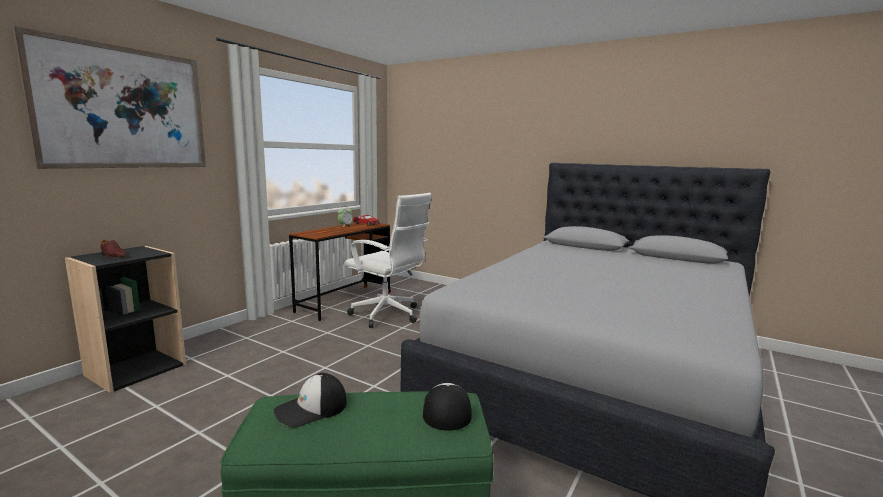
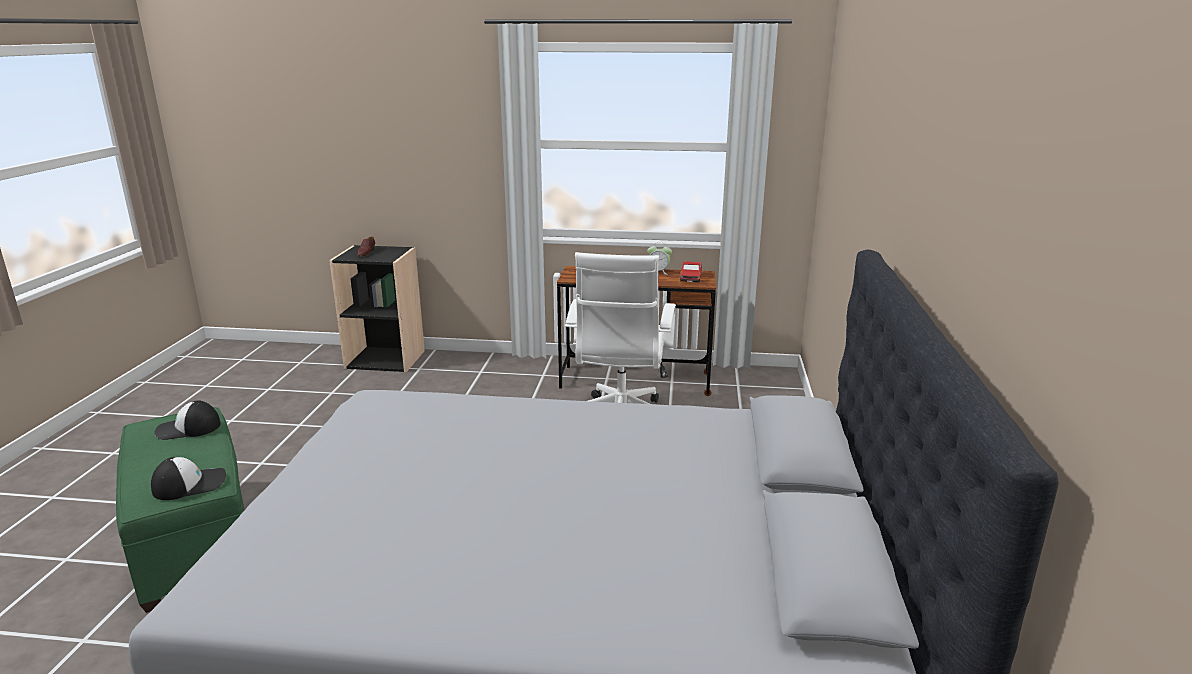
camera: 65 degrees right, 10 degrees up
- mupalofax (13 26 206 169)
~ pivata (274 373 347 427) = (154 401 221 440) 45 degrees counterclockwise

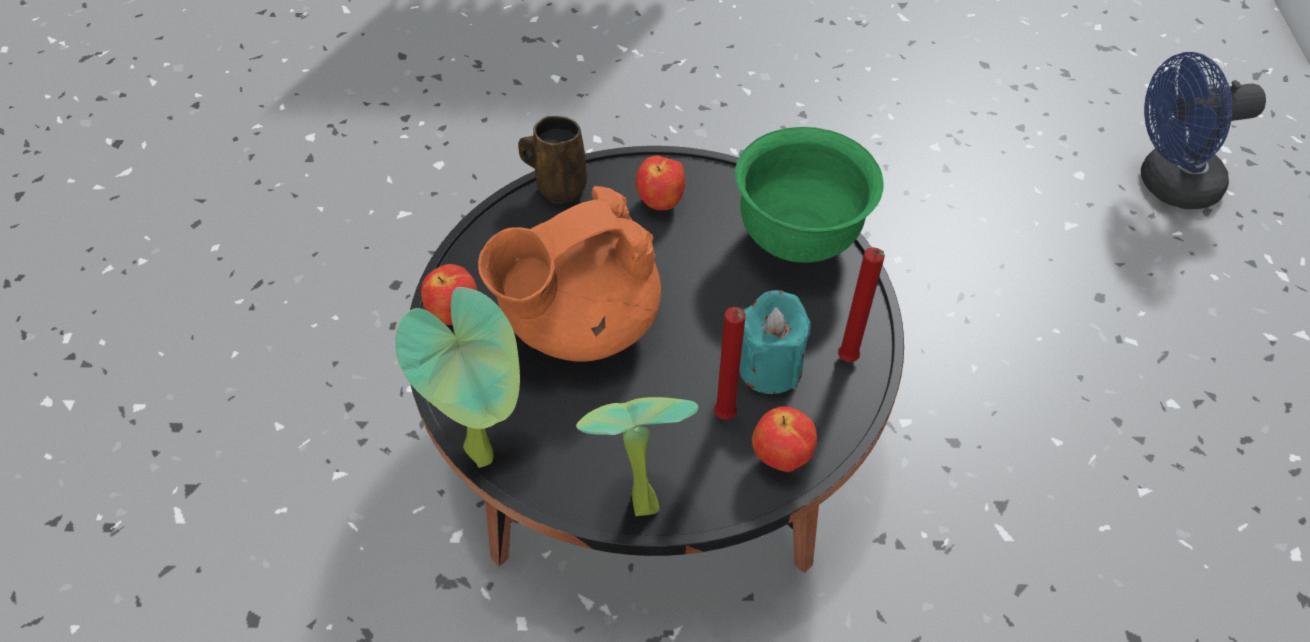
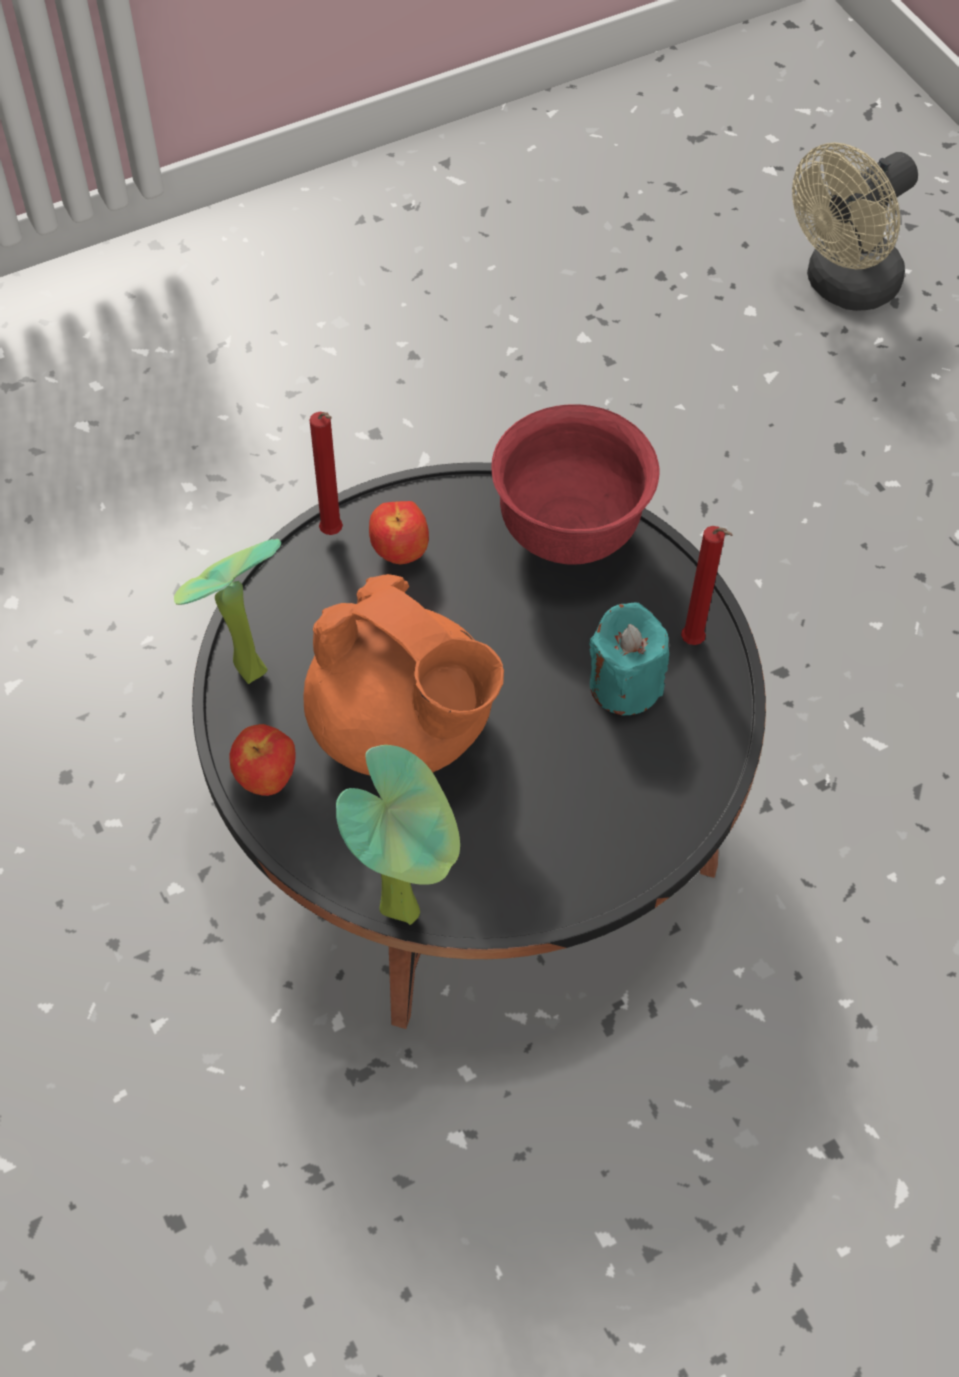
camera: 30 degrees left, 5 degrees up
- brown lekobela (518 116 587 203)
- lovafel (752 406 817 472)
~ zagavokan (576 397 698 516) to (174 539 281 684)
~ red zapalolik (714 307 746 420) to (310 412 343 535)
~ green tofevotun (735 127 883 263) to red tofevotun (491 404 660 565)
~ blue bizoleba (1141 52 1266 209) to beige bizoleba (792 142 918 311)
~ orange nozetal (478 186 661 362) = (303 574 504 776) 75 degrees counterclockwise

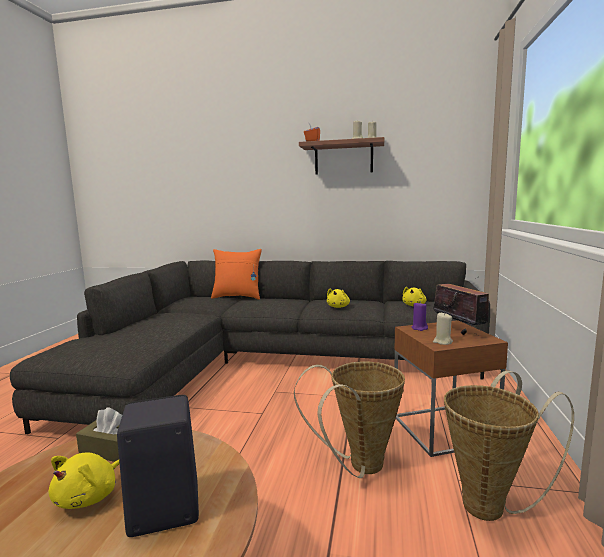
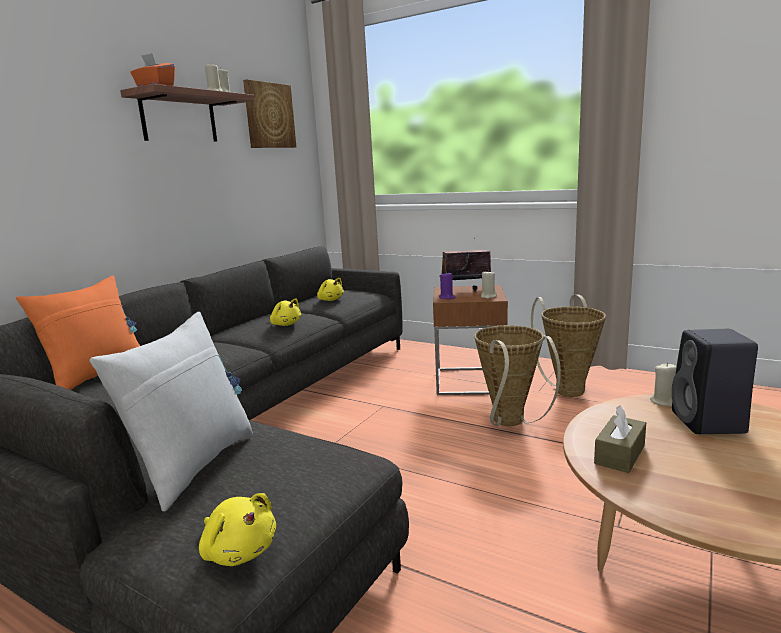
camera: 70 degrees left, 5 degrees up
+ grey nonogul (89 312 253 512)
+ mupalofax (243 79 296 148)
+ beige zapalolik (650 363 677 407)
~ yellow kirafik (49 452 120 509) to (199 493 276 566)

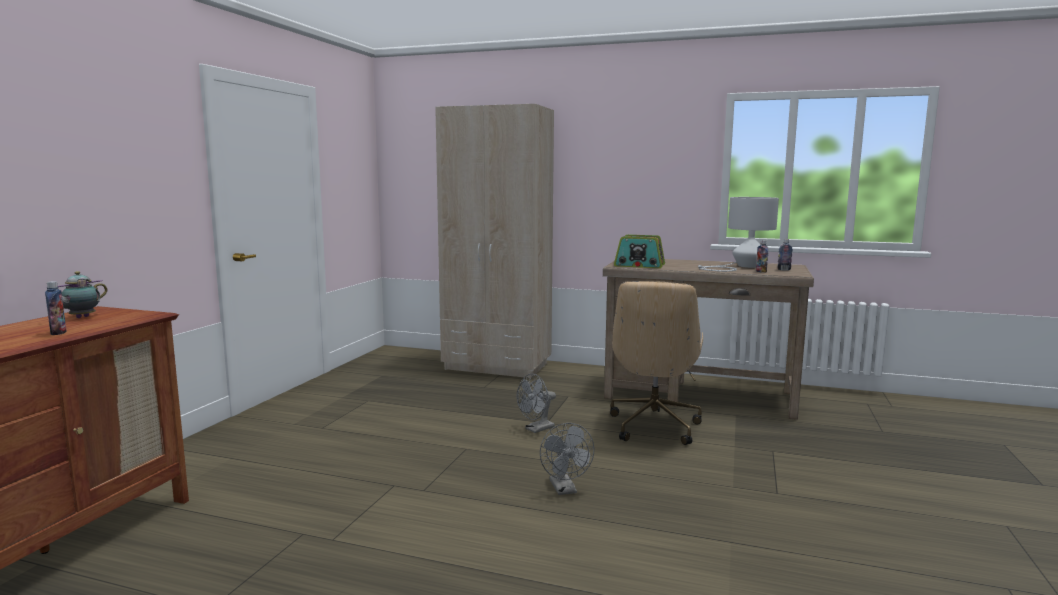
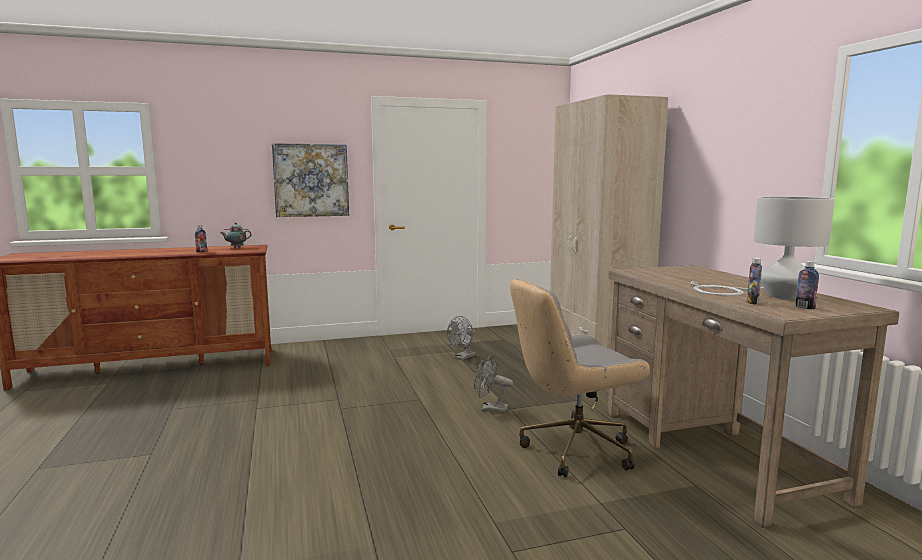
camera: 55 degrees right, 0 degrees up
- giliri (614 234 665 268)
+ mupalofax (272 143 349 217)
~ grey bizoleba (540 423 594 495) to (447 316 475 360)

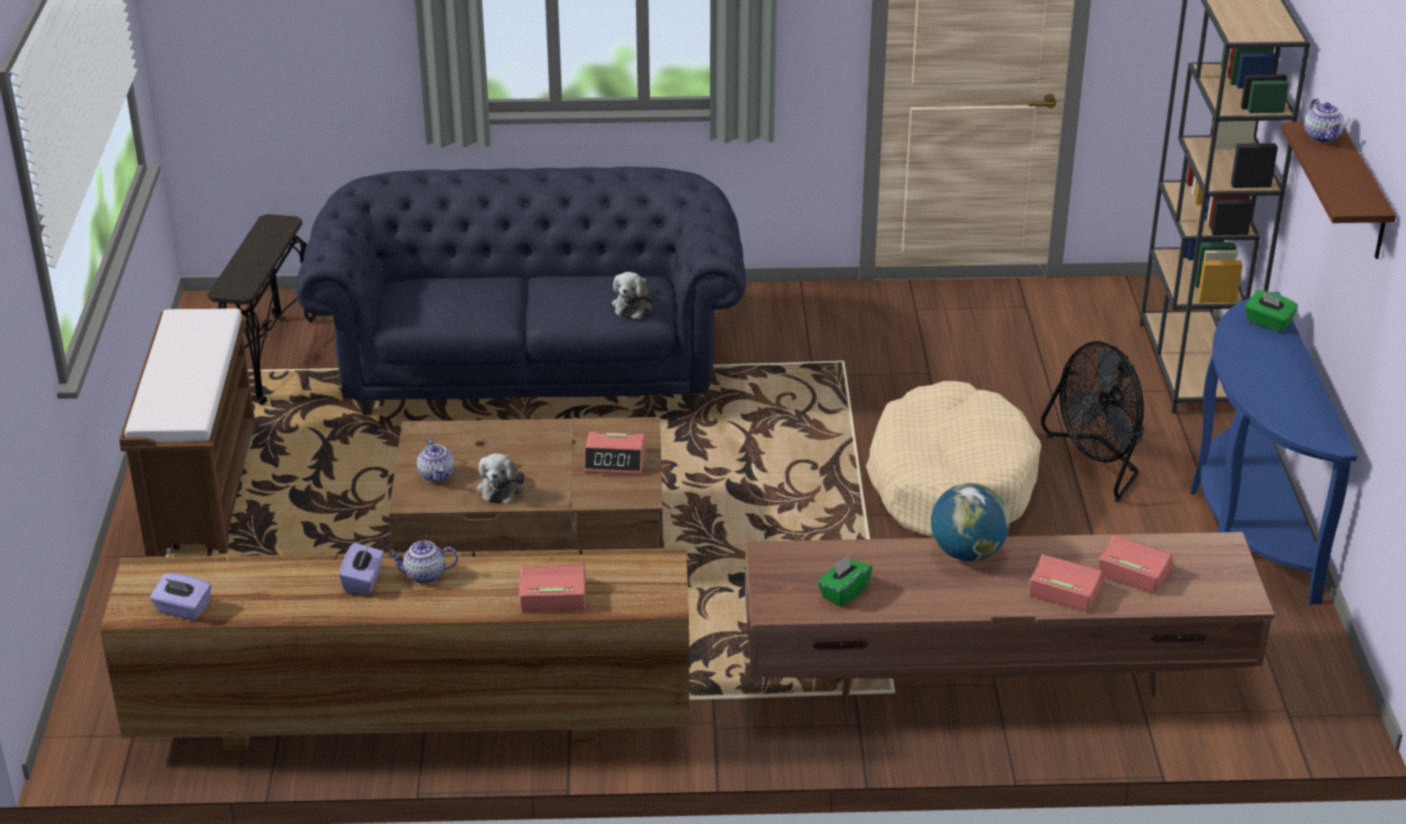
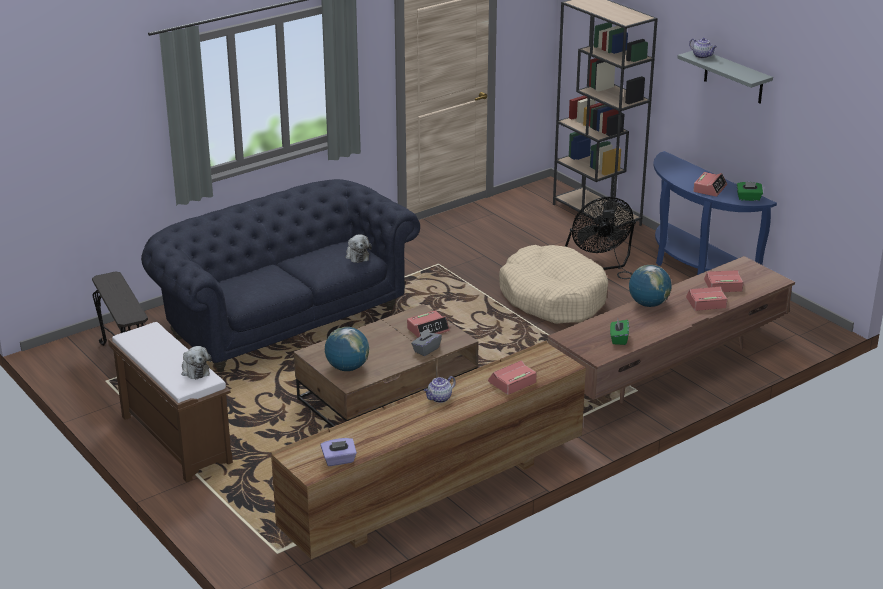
camera: 35 degrees left, 5 degrees down
- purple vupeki (339 543 384 595)
+ grey vupeki (411 328 442 356)
+ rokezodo (693 172 727 197)
~ kirafik (477 453 524 504) to (182 346 212 379)
~ green vupeki (1245 290 1298 332) to (737 182 763 201)
~ nozetal (417 438 455 483) to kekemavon (325 327 369 371)
~ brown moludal (1281 122 1396 259) to grey moludal (677 51 773 104)
~ black bizoleba (1041 341 1146 503) = (565 197 636 279) 135 degrees clockwise

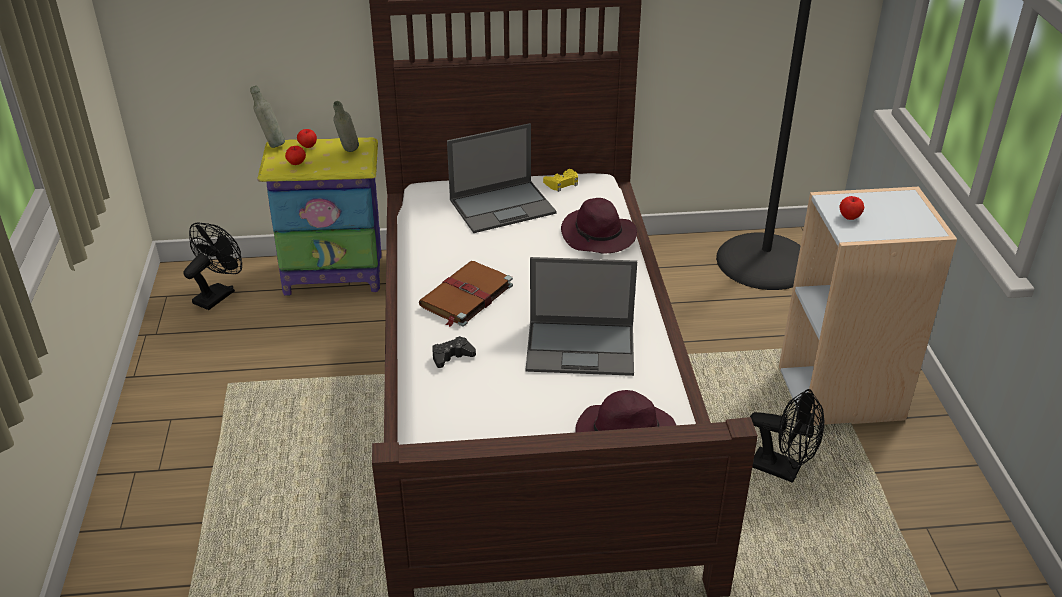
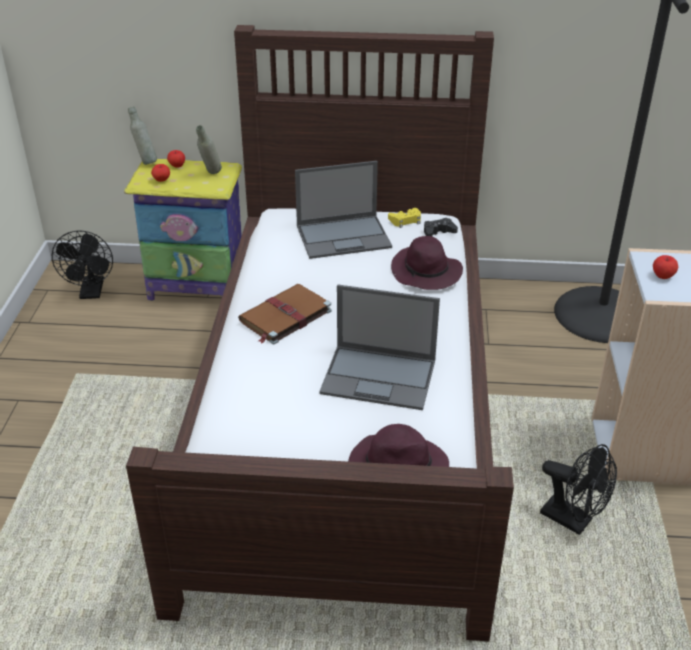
camera: 10 degrees right, 0 degrees up
~ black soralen (432 336 476 368) to (424 218 458 236)
~ black bizoleba (183 222 242 310) = (52 230 113 299) 135 degrees clockwise

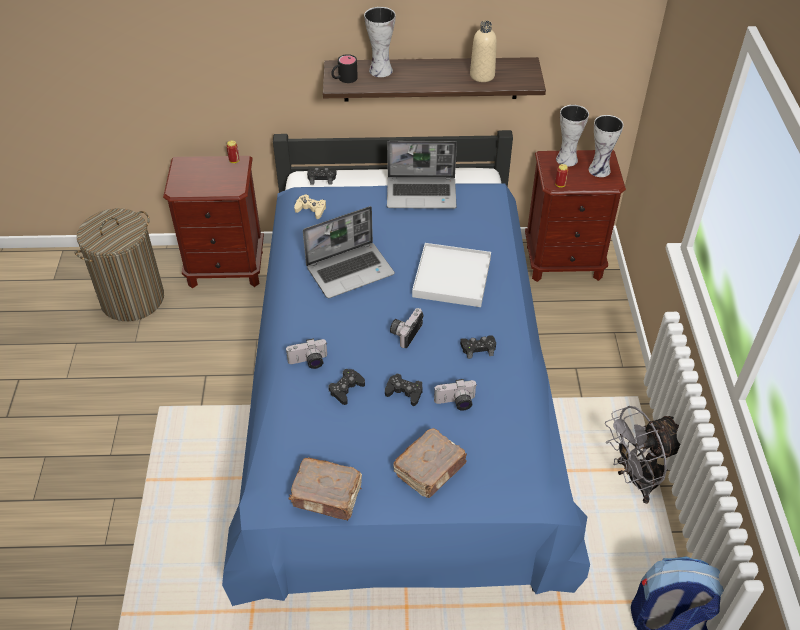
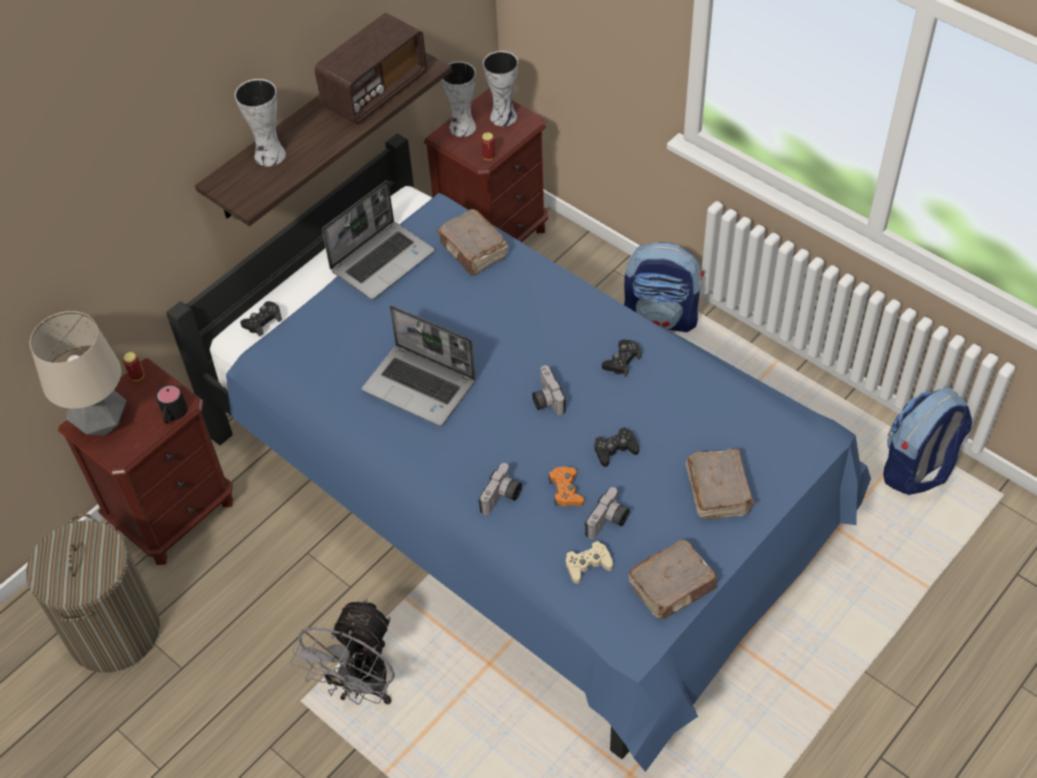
camera: 45 degrees left, 5 degrees up
- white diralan (412 243 491 307)
+ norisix (30 311 127 436)
+ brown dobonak (436 209 509 276)
+ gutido (624 242 704 332)
~ beige soralen (294 194 326 219) to (566 541 613 584)
~ black lekobela (331 54 358 83) to (156 384 187 424)
~ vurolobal (434 379 477 411) to (585 487 630 539)
~ grey bizoleba (605 406 681 504) to (290 599 395 705)
~ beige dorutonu (470 21 497 82) to giliri (315 13 427 124)
~ black soralen (328 369 365 405) to orange soralen (549 466 584 506)
~ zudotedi (303 206 395 298) = (362 305 476 426) 105 degrees clockwise

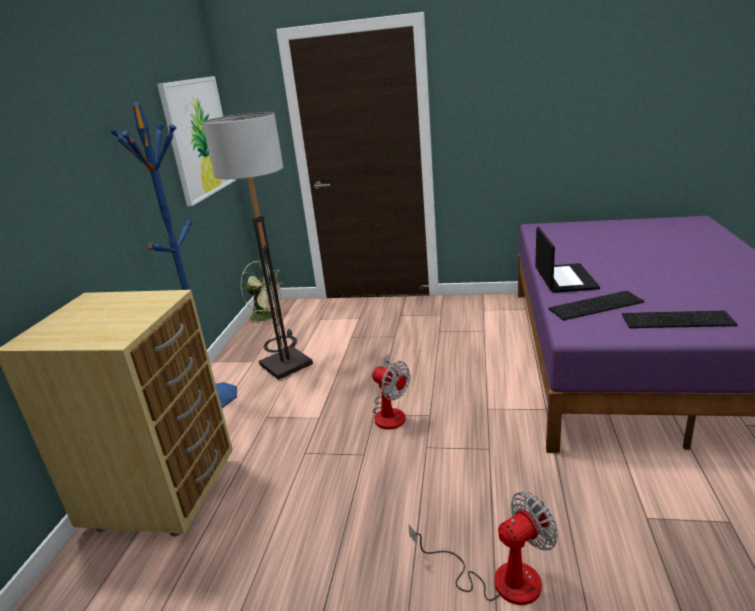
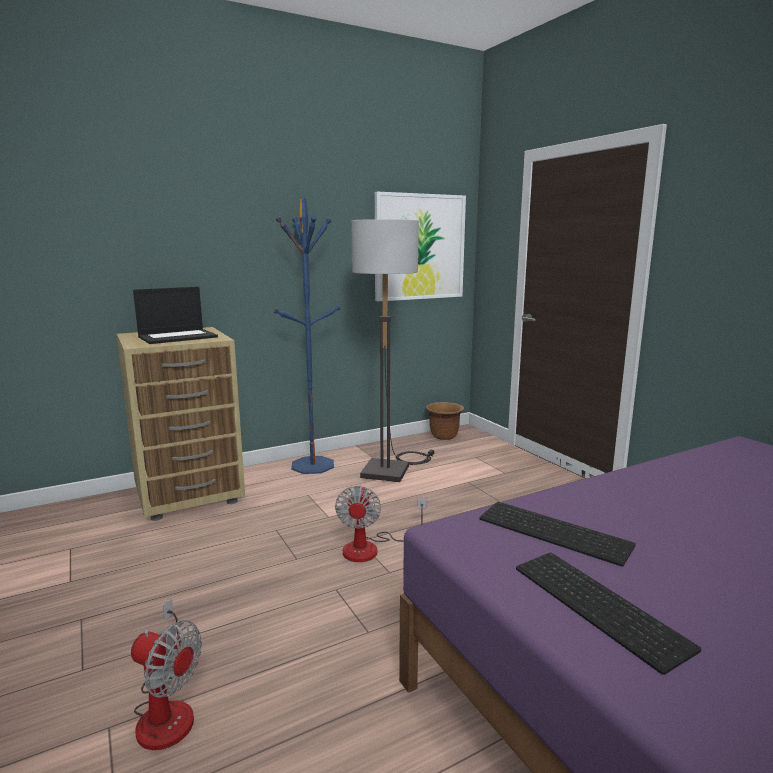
camera: 50 degrees right, 10 degrees down
~ zudotedi (535 227 600 293) to (133 287 218 344)
~ green bizoleba (241 261 284 326) to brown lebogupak (426 402 464 440)

